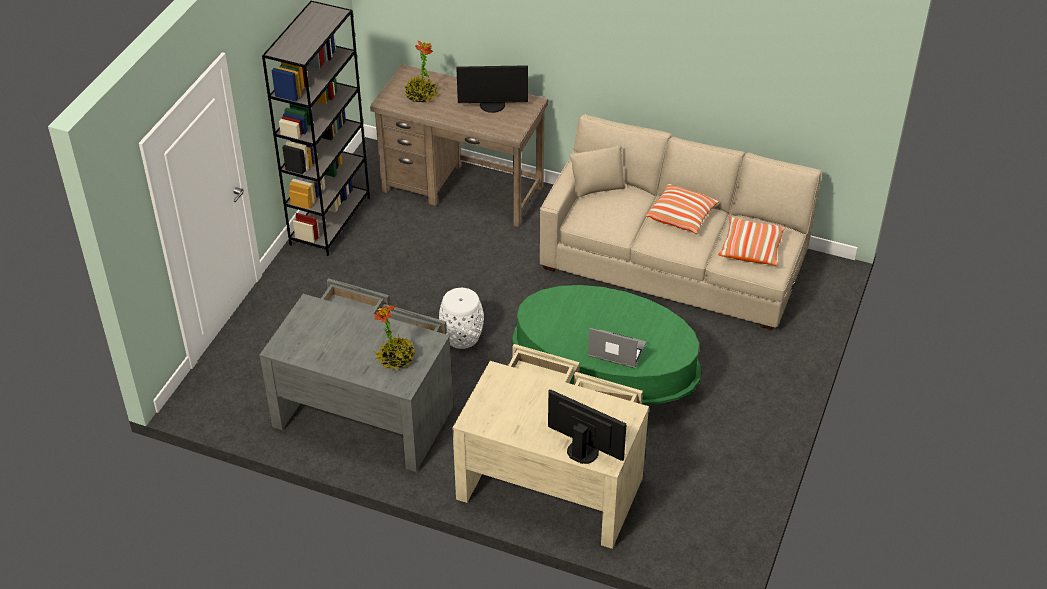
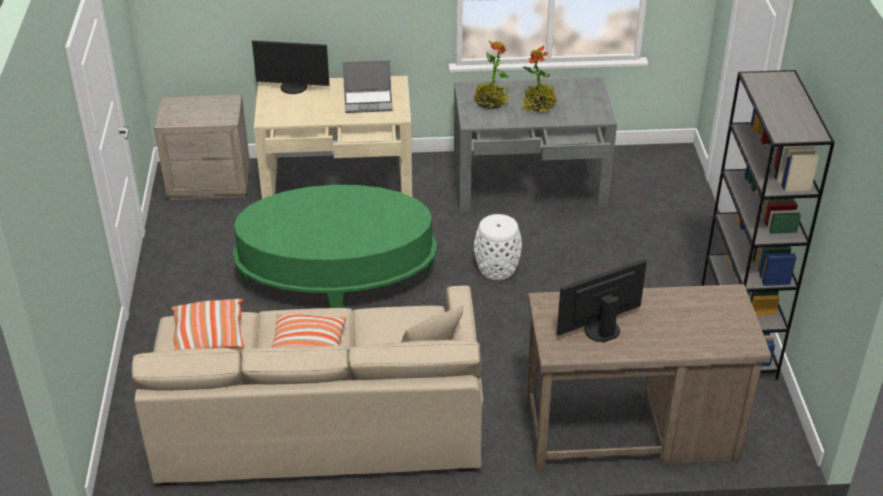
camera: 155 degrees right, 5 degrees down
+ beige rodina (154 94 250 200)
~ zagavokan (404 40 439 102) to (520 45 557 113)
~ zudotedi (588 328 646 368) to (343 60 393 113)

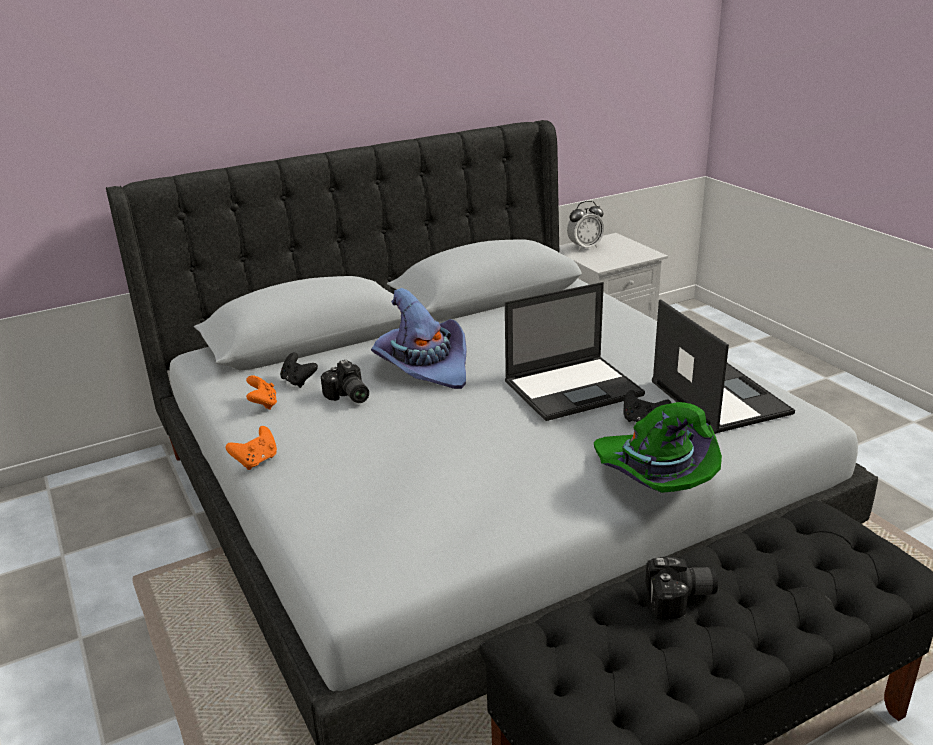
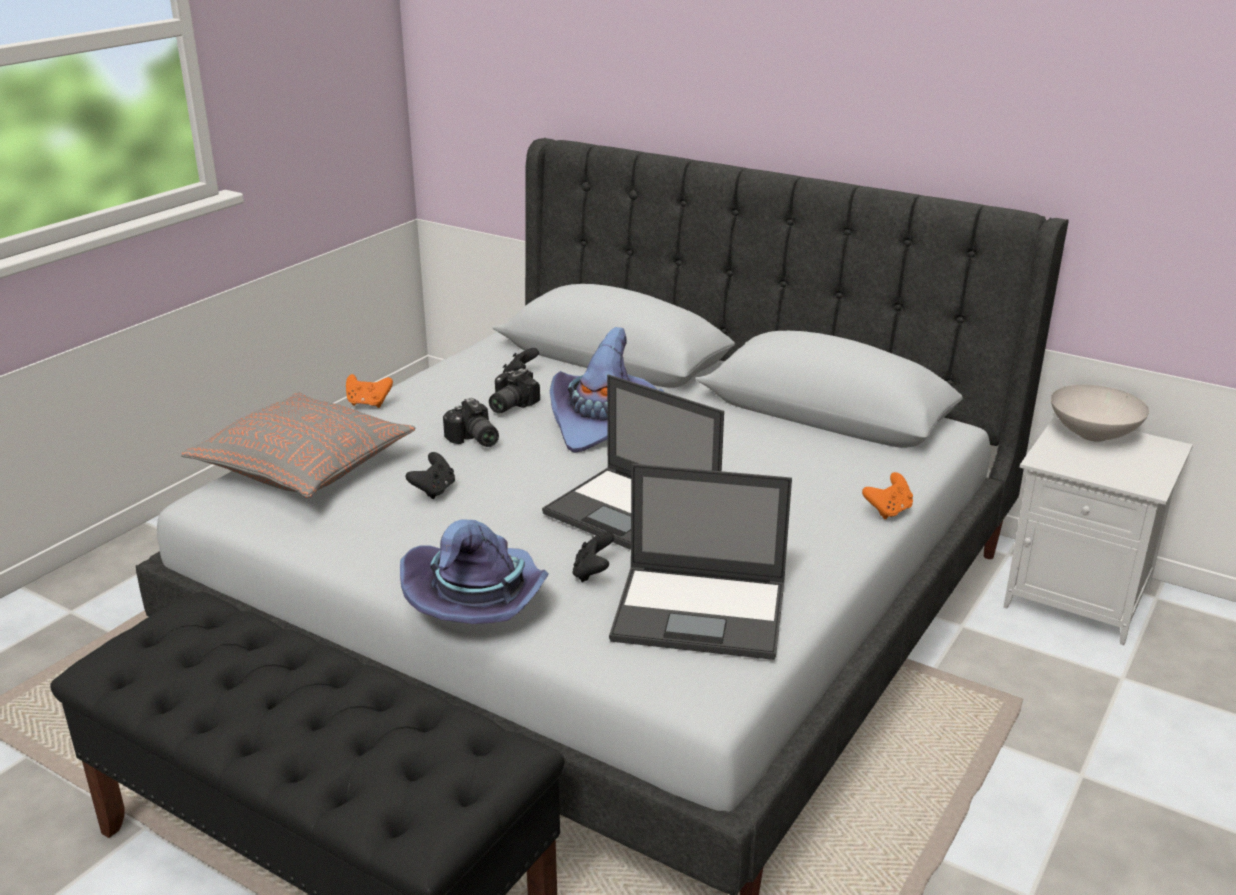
camera: 60 degrees right, 0 degrees up
+ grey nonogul (181 392 416 498)
+ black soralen (406 452 455 499)
~ orange soralen (246 375 277 410) to (862 472 913 519)
~ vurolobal (645 556 718 620) to (443 398 499 447)
~ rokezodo (567 201 604 251) to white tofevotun (1051 385 1149 442)
~ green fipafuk (594 402 722 493) to purple fipafuk (400 519 549 624)
~ zudotedi (652 299 795 434) = (609 464 792 660) 60 degrees clockwise

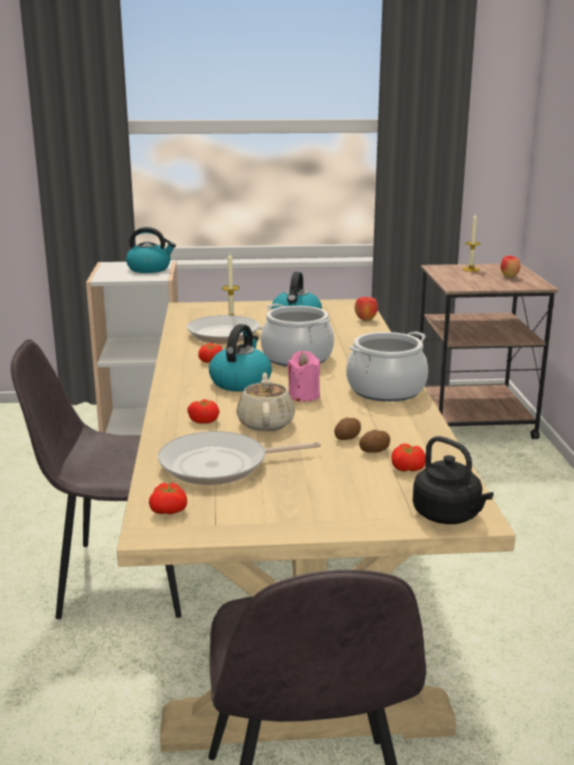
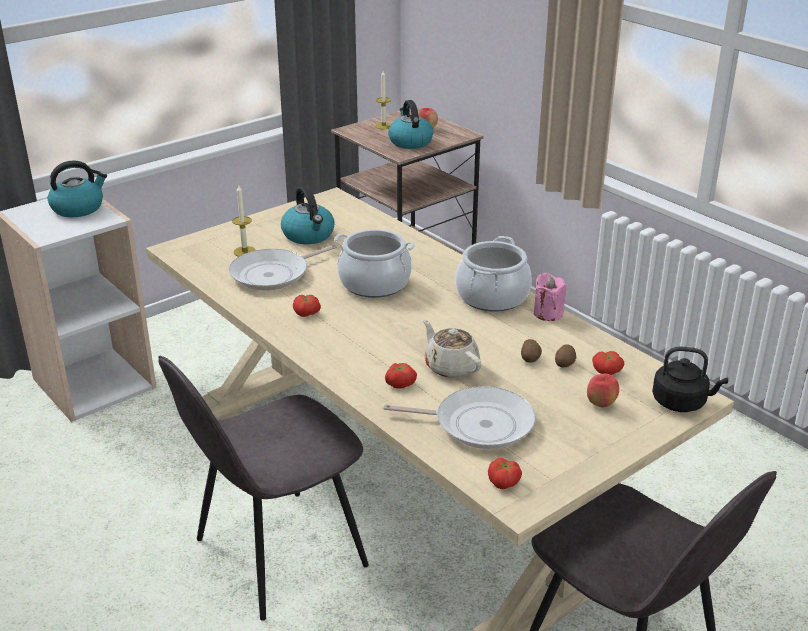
camera: 35 degrees left, 10 degrees up
~ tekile (209 324 272 391) to (388 100 433 149)
~ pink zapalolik (287 351 320 402) to (534 273 566 321)
~ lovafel (355 297 378 321) to (587 374 619 408)
~ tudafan (158 431 321 485) = (383 386 536 449) 120 degrees counterclockwise

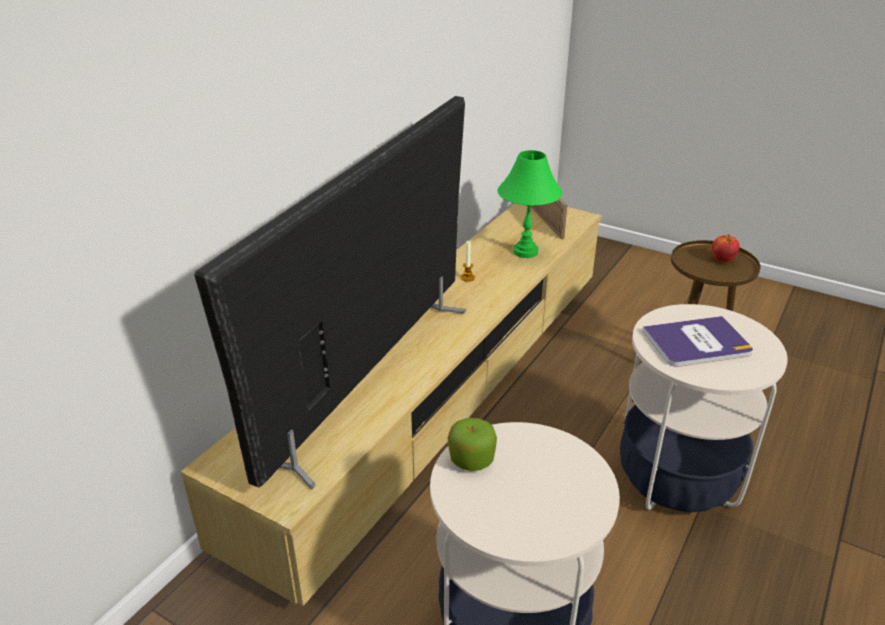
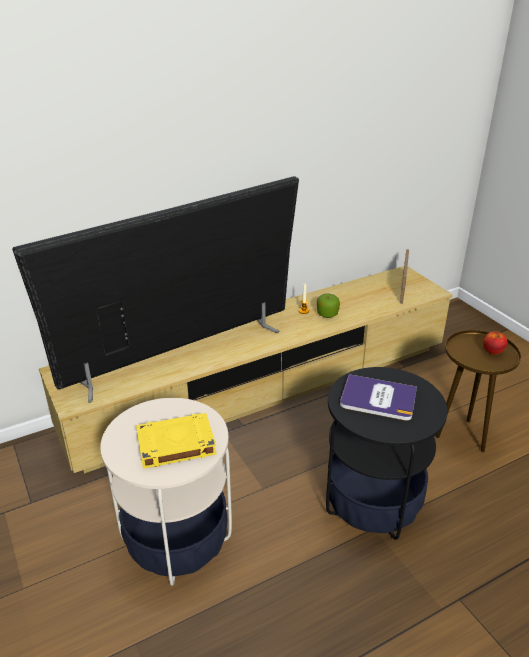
camera: 30 degrees right, 0 degrees up
- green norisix (497 150 562 258)
+ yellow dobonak (136 413 217 469)
~ lovafel (448 418 497 471) to (317 294 340 318)
~ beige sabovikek (620 304 788 512) to black sabovikek (326 367 448 540)

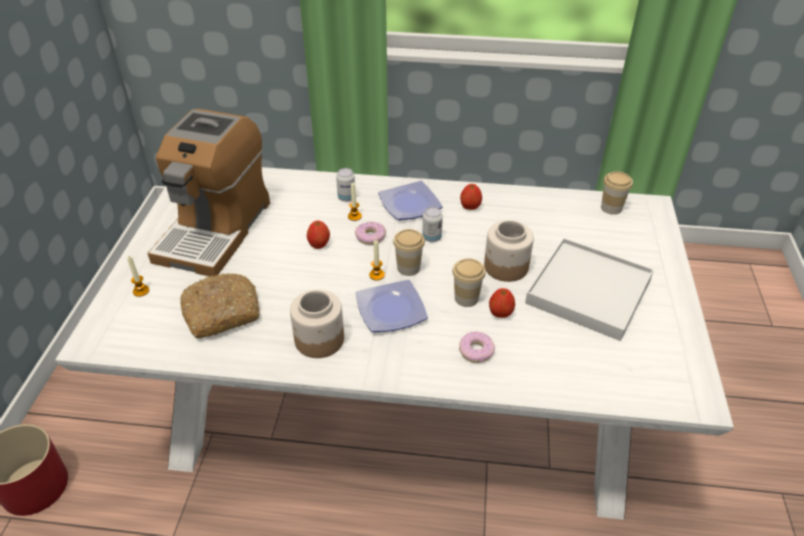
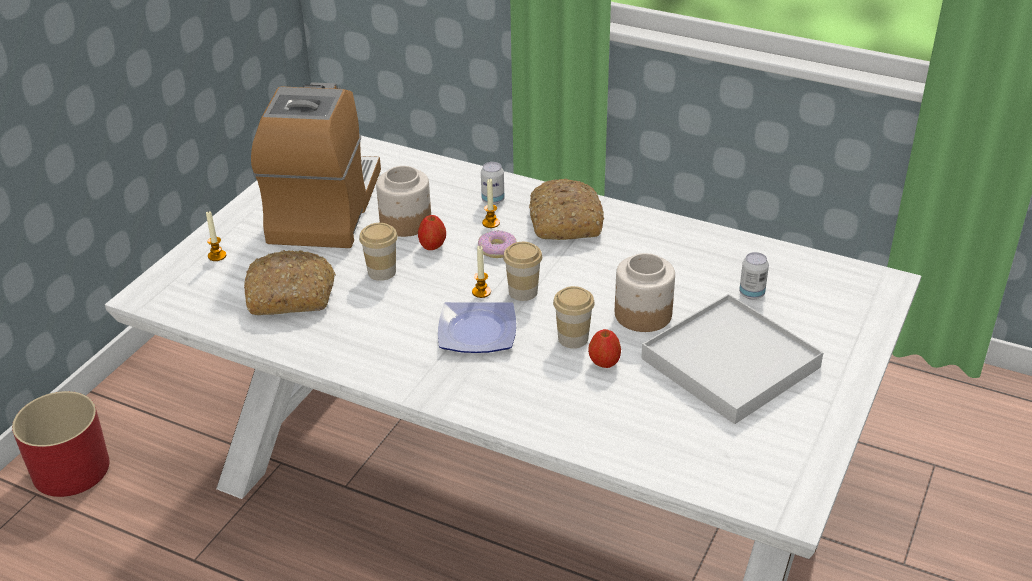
camera: 20 degrees right, 5 degrees down
- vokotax (459 331 495 363)
- lovafel (460 184 482 210)
~ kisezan (290 290 344 358) to (376 166 431 237)
~ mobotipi (422 207 443 242) to (739 252 769 300)
~ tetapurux (601 171 633 215) to (359 223 398 281)
~ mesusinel (378 181 443 220) to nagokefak (529 178 604 240)
~ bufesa (147 109 270 277) = (251 82 381 248) 150 degrees clockwise

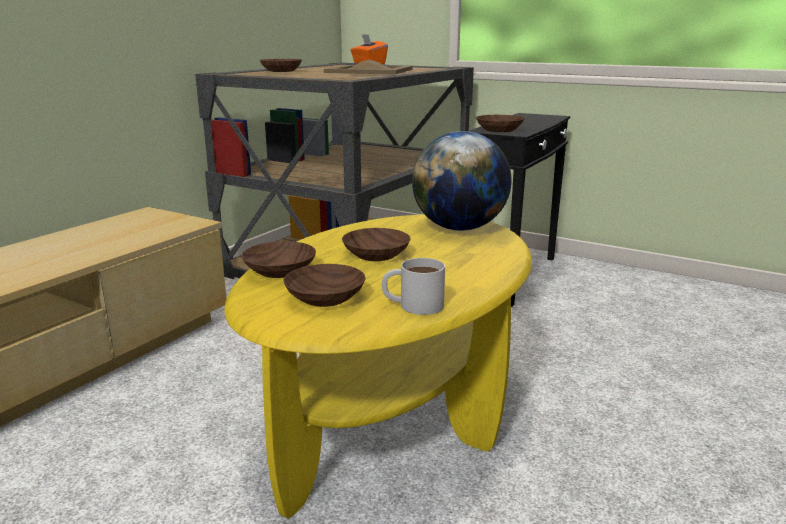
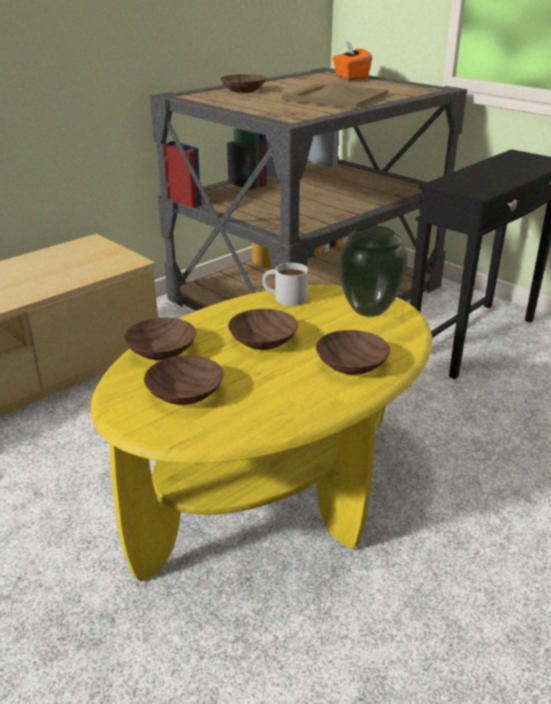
camera: 15 degrees right, 10 degrees up
~ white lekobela (382 258 445 315) to (262 263 308 306)
~ brown tofevotun (476 115 525 132) to (316 330 390 375)
~ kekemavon (412 131 511 231) to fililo (338 225 408 317)

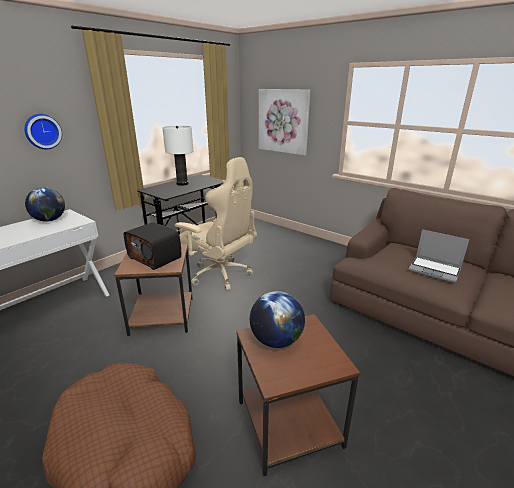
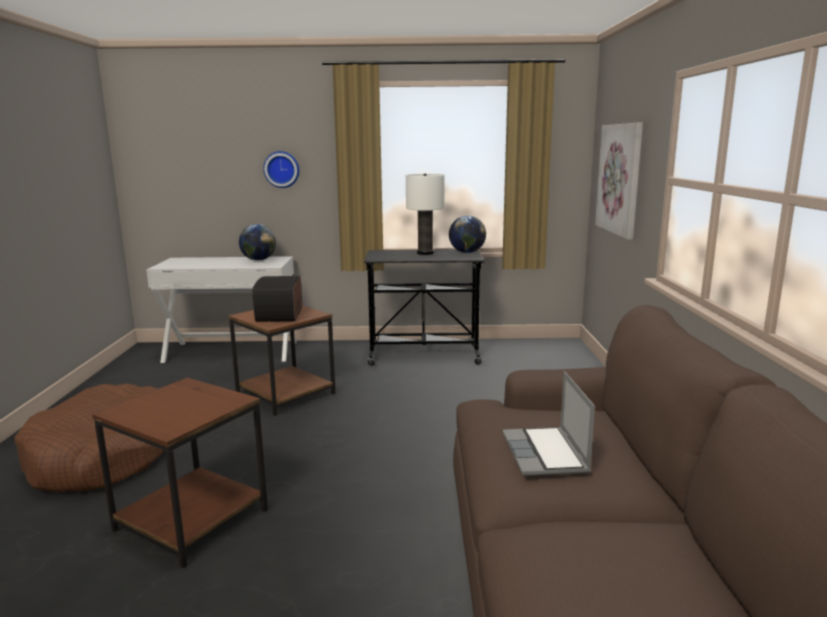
camera: 50 degrees right, 10 degrees down
- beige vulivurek (175 157 257 291)
~ kekemavon (250 291 305 348) to (449 216 486 253)

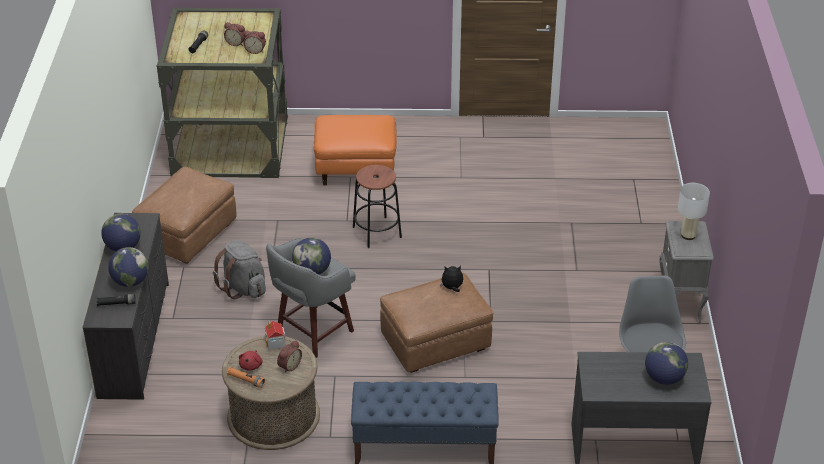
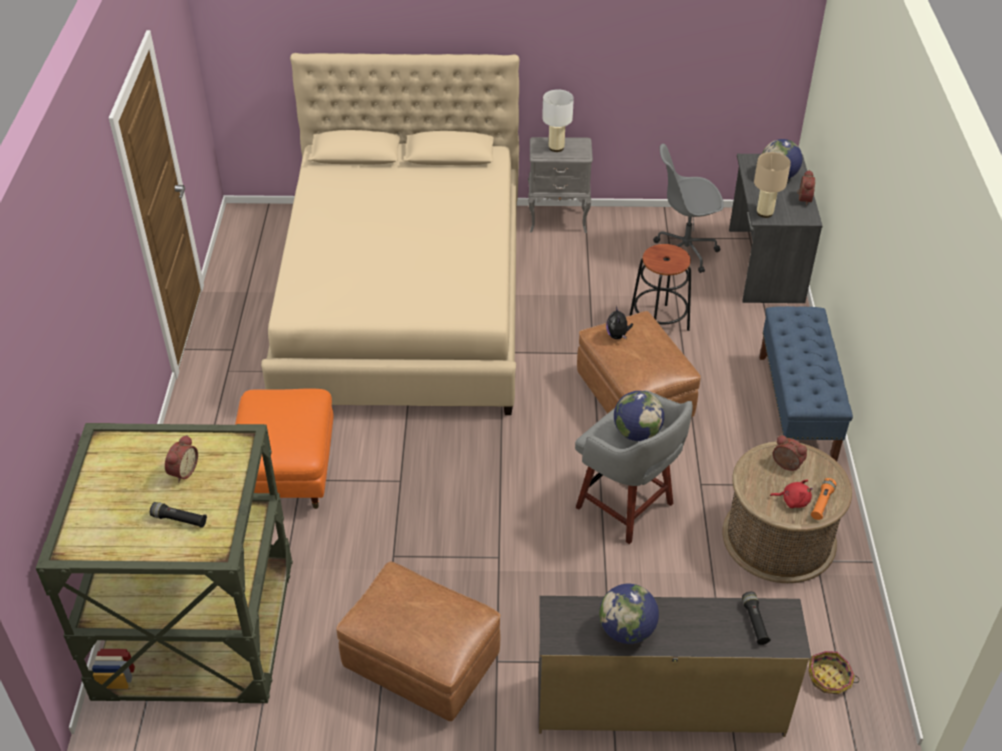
camera: 90 degrees left, 5 degrees up
- kekemavon (108 247 149 287)
- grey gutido (213 240 266 300)
- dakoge (265 321 286 350)
+ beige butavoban (261 53 519 415)
+ beige norisix (754 152 791 218)
+ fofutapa (808 651 860 694)
~ rokezodo (243 31 266 54) to (797 170 815 206)
~ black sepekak (353 165 402 248) to (629 244 691 331)

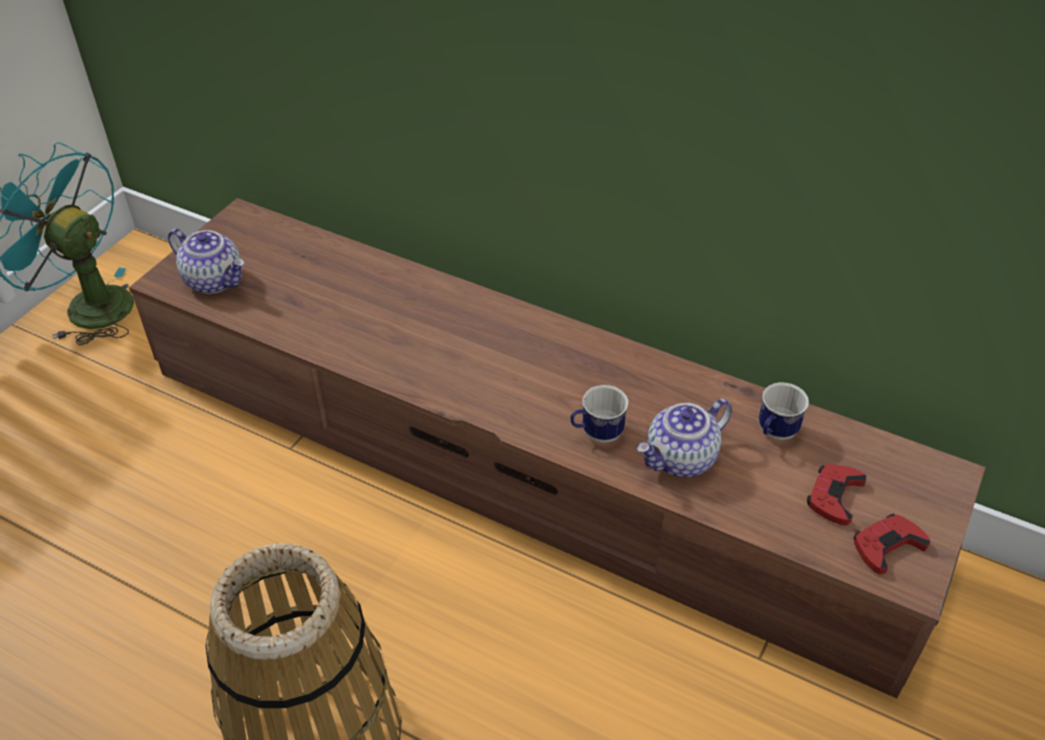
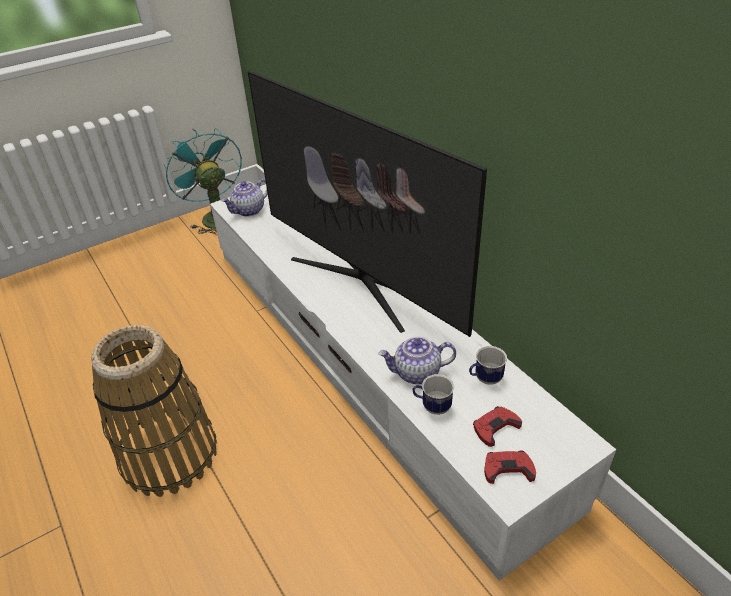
camera: 30 degrees right, 5 degrees down
+ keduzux (248 71 487 337)
~ lekobela (571 385 628 443) to (413 374 454 415)
~ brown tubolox (129 198 986 698) to white tubolox (210 184 616 581)
~ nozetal (168 228 244 294) = (221 179 268 217) 75 degrees clockwise

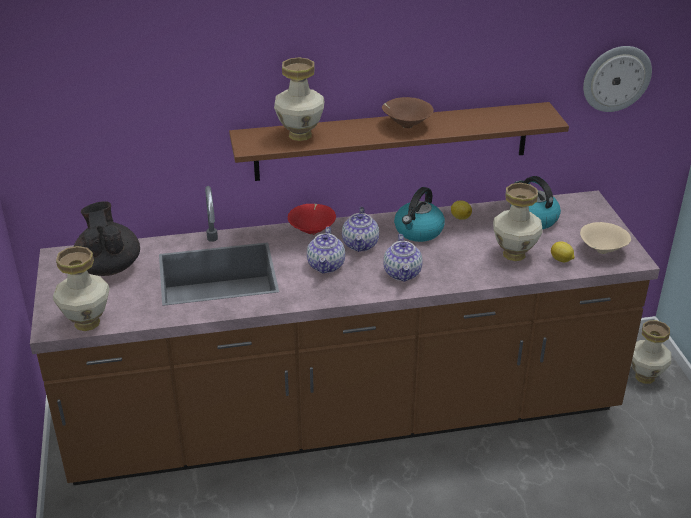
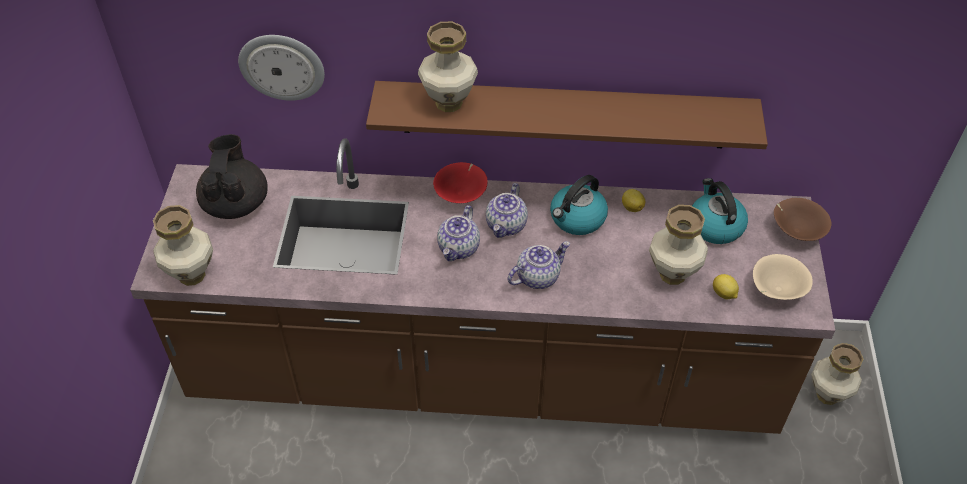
camera: 15 degrees right, 15 degrees up
~ brown tofevotun (382 97 434 128) to (774 198 832 241)
~ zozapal (583 46 652 112) to (238 35 325 101)
~ nozetal (383 234 423 282) = (508 241 570 289) 135 degrees counterclockwise

